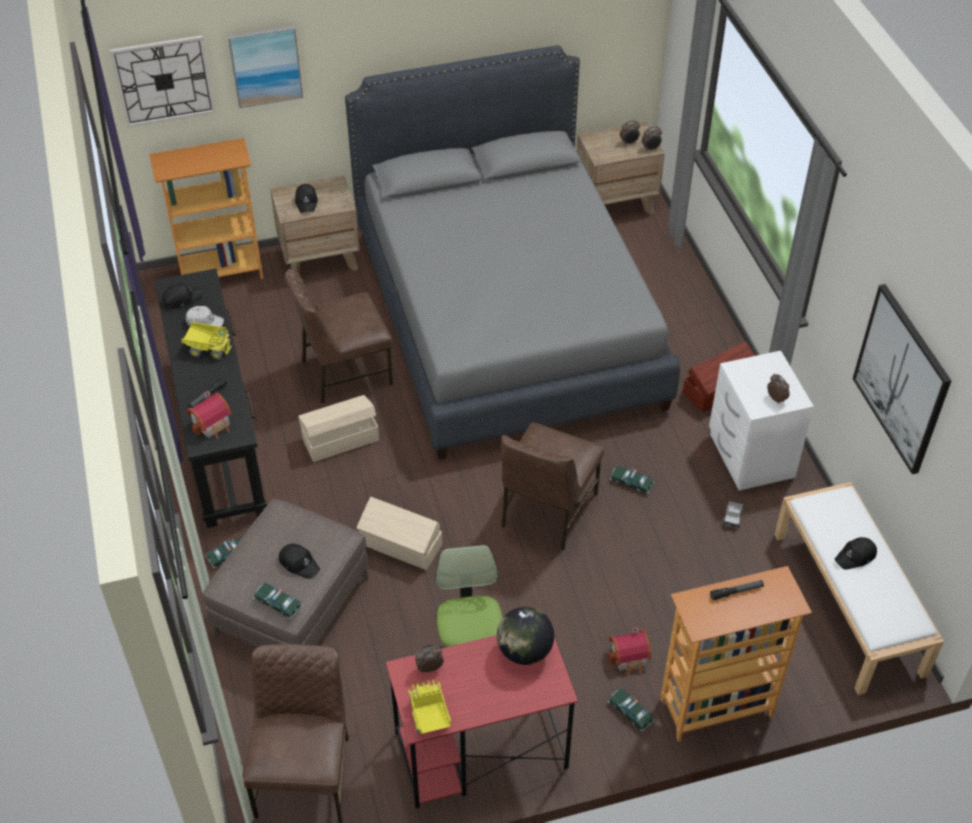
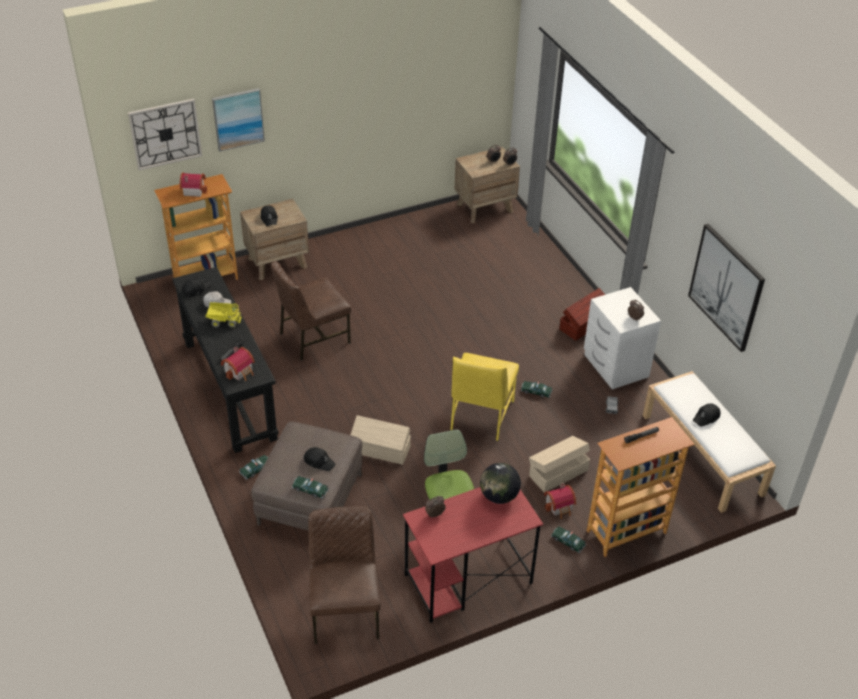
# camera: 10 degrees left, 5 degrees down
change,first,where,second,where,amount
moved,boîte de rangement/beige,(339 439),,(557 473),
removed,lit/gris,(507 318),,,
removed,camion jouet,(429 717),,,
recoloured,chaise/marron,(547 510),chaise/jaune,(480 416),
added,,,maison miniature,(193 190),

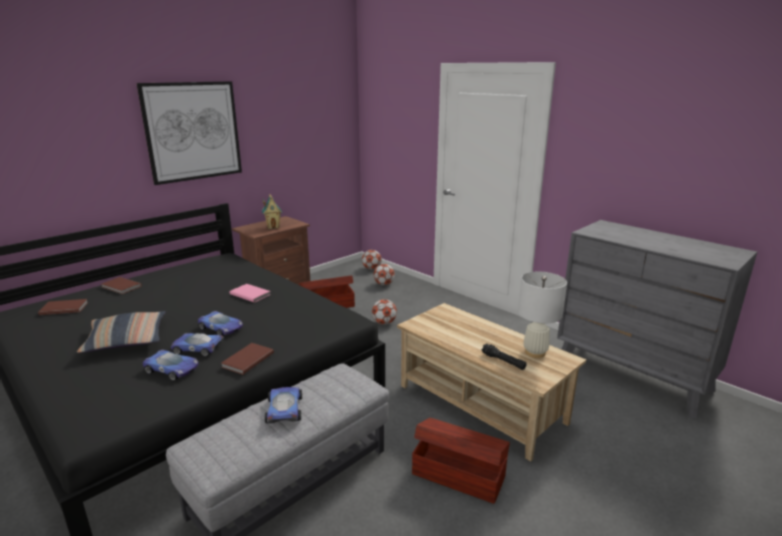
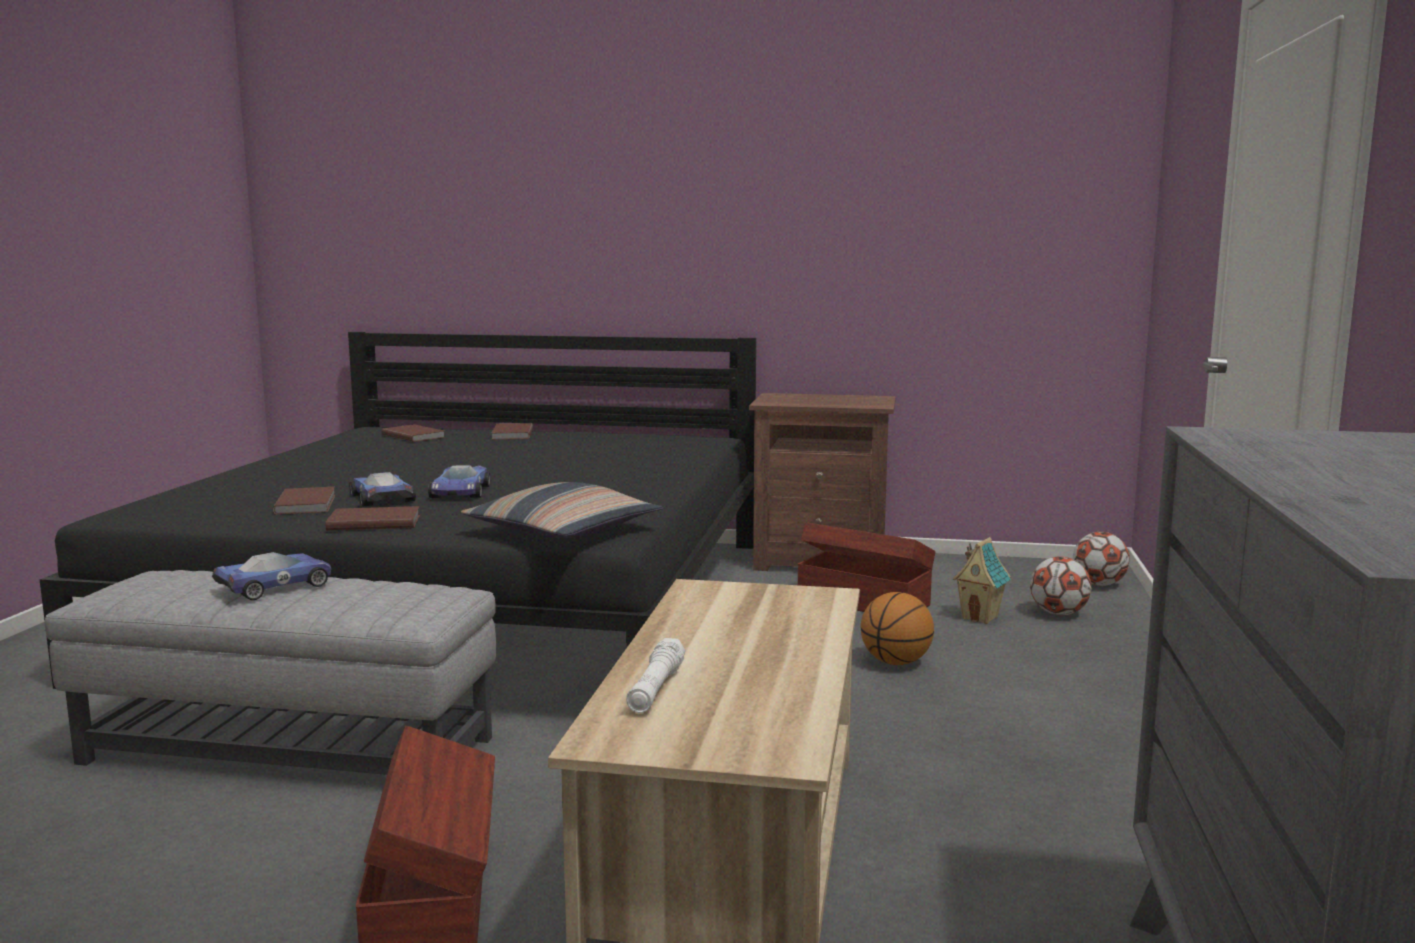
# camera: 55 degrees right, 10 degrees down
change,first,where,second,where,amount
moved,coussin,(126 340),,(563 532),
removed,tableau,(193 131),,,
replaced,petite voiture,(172 369),livre/marron,(307 504),
removed,livre/rose,(250 294),,,
moved,maison miniature,(273 227),,(980 617),
replaced,ballon de foot,(384 323),ballon de basket,(896 662),
recoloured,lampe de poche/noir,(503 361),lampe de poche/blanc,(656 689),
removed,lampe de table/blanc,(535 352),,,

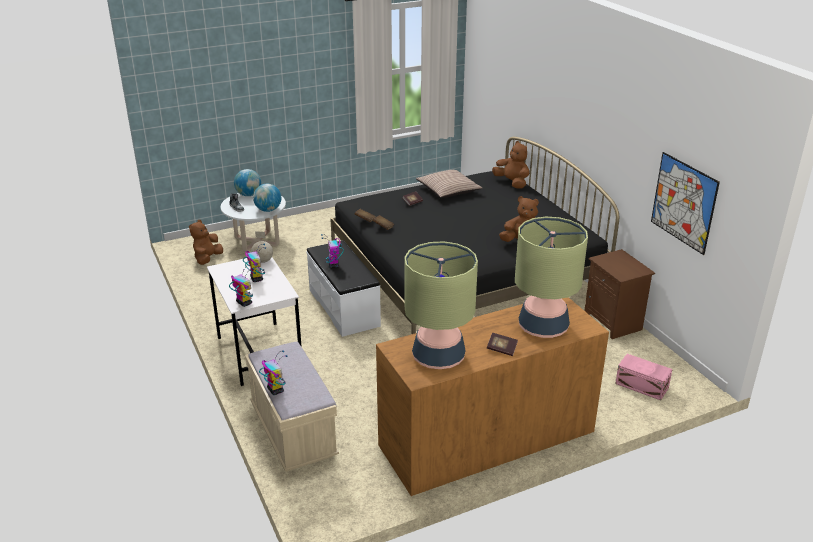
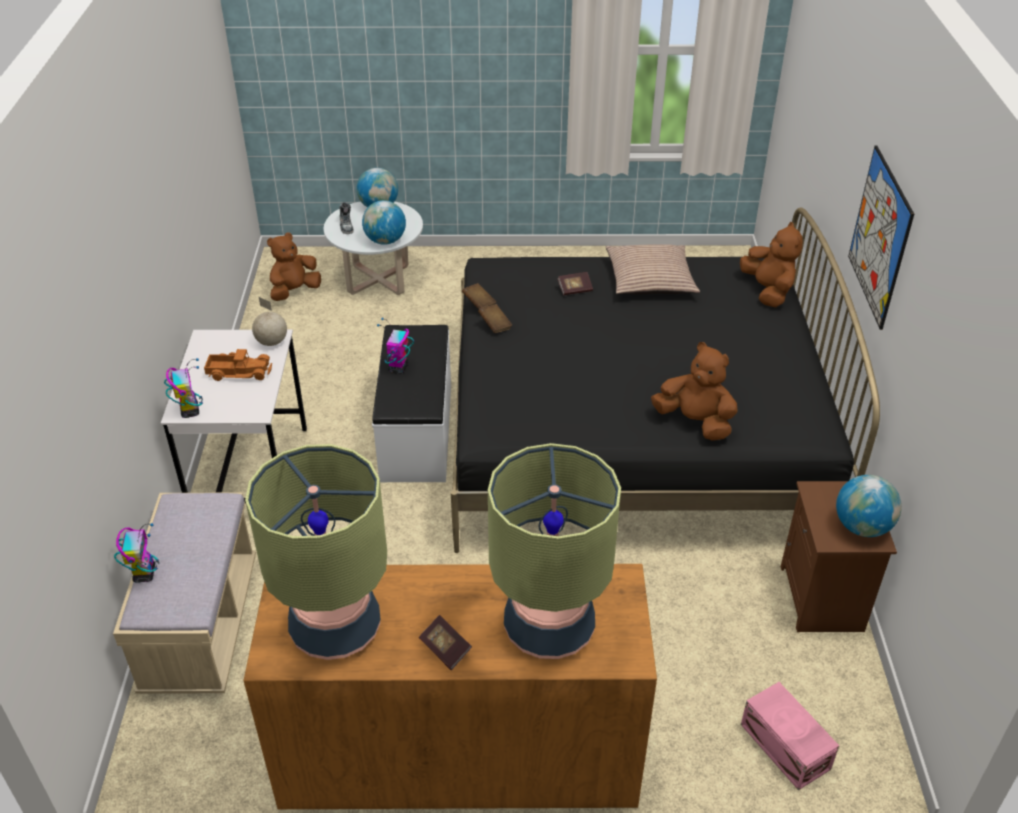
# camera: 25 degrees right, 10 degrees up
change,first,where,second,where,amount
replaced,robot jouet,(256 278),camion jouet,(239 372),
moved,tableau,(683 202),,(879 237),
added,,,globe,(862 527),

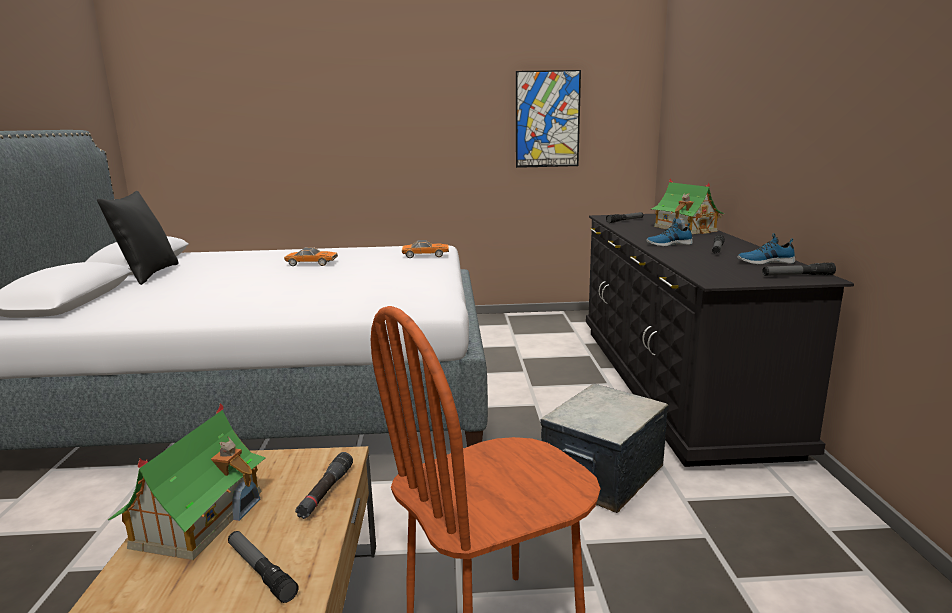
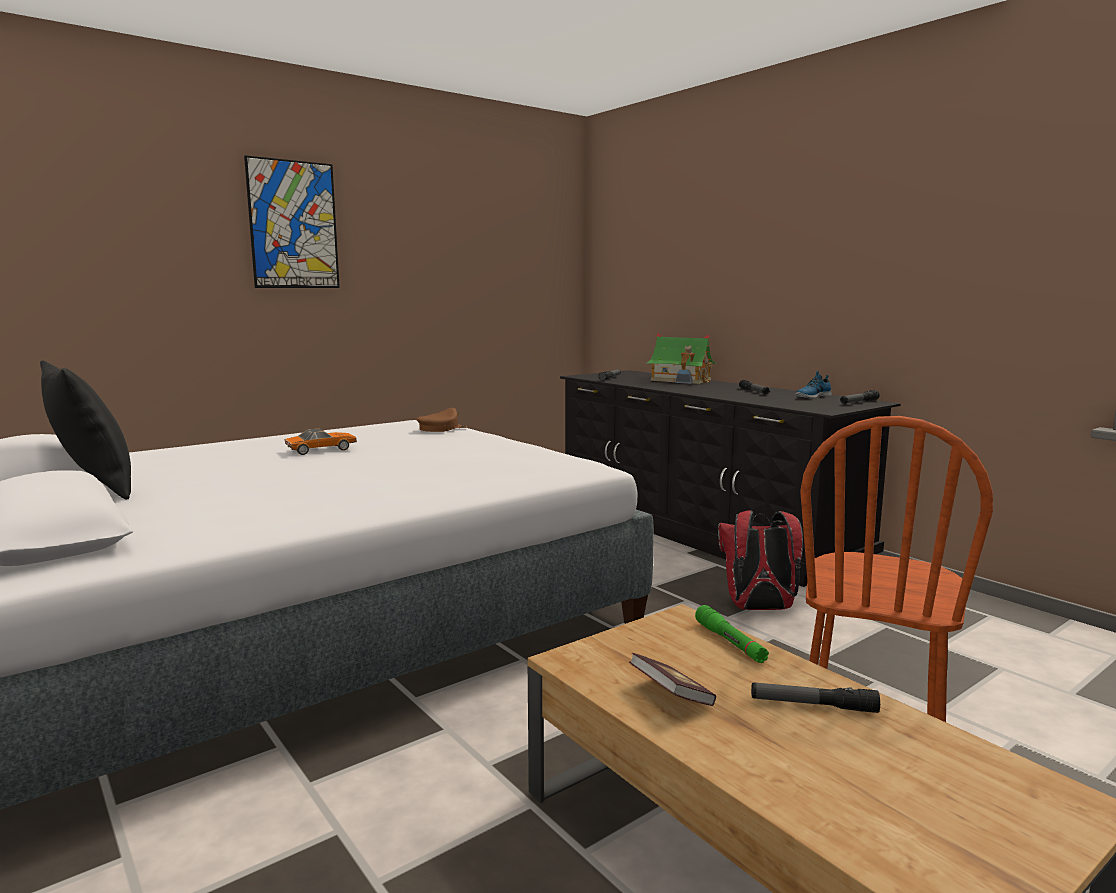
# camera: 35 degrees left, 5 degrees down
change,first,where,second,where,amount
replaced,maison miniature,(199 517),livre,(670 696),
recoloured,lampe de poche/noir,(326 492),lampe de poche/vert,(730 642),
replaced,petite voiture,(425 255),casquette/marron,(442 428),
moved,tableau,(547 119),,(293 225),
replaced,boîte de rangement,(601 474),sac à dos/rouge,(758 609),
removed,chaussure,(668 244),,,

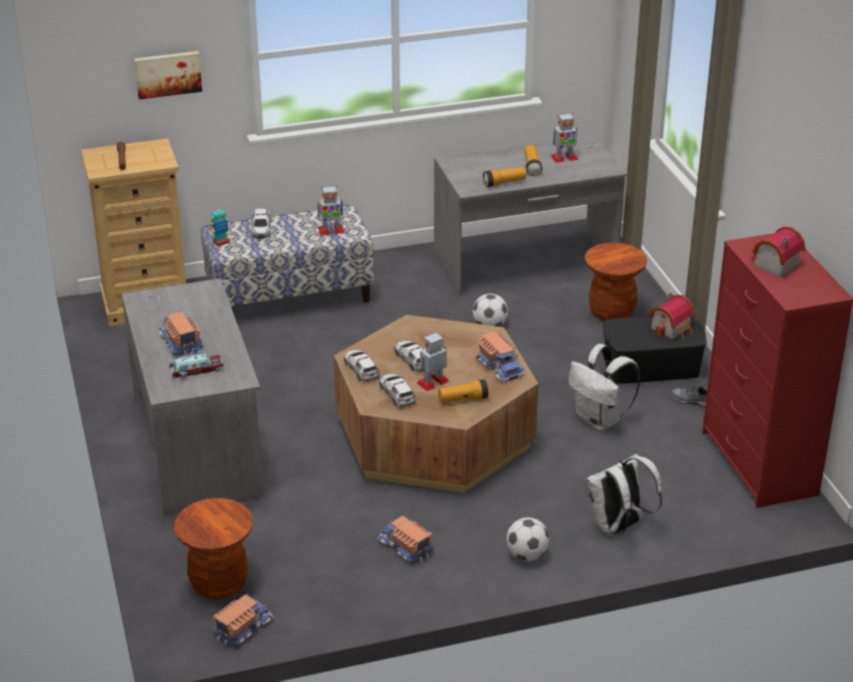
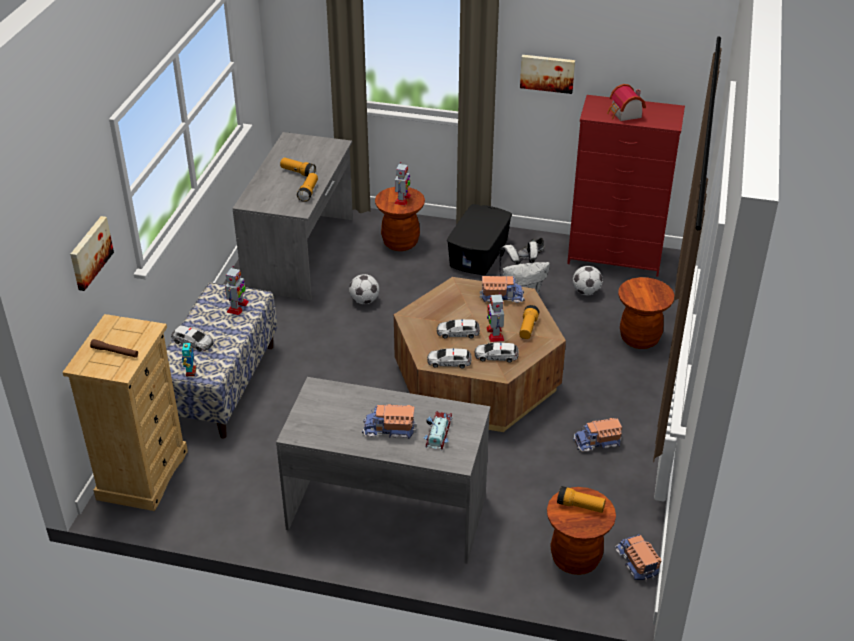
# camera: 60 degrees left, 5 degrees up
change,first,where,second,where,amount
moved,ballon de foot,(527 555),,(586 292),
moved,robot jouet,(564 158),,(402 199),
replaced,sac à dos/blanc,(618 527),tabouret/marron,(639 338),
removed,maison miniature,(673 328),,,
added,,,tableau,(547 73),
added,,,lampe de poche,(580 506),

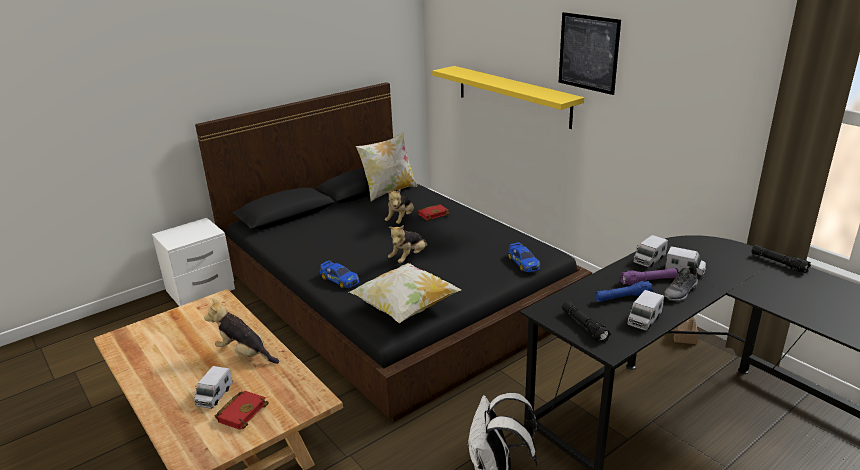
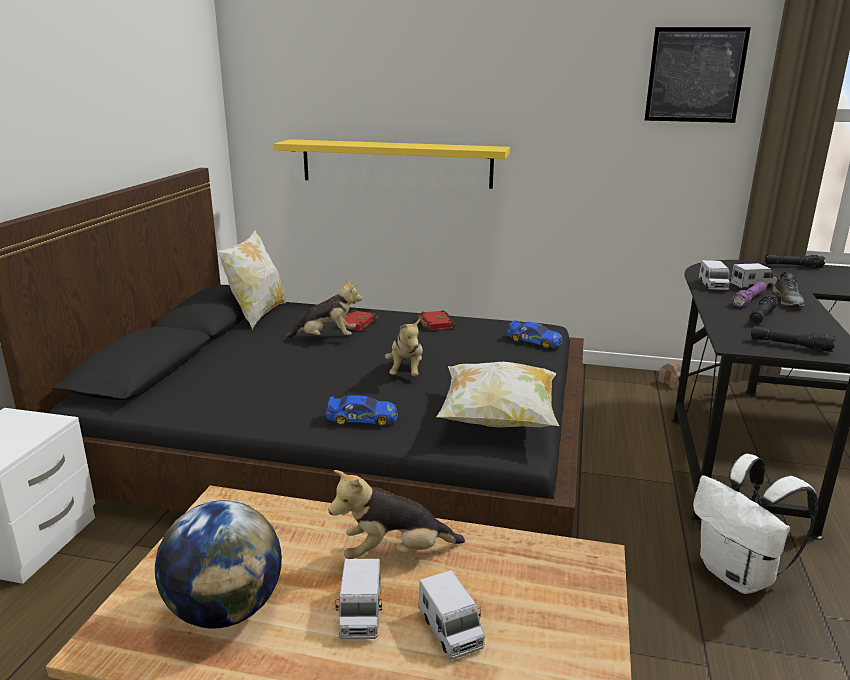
# camera: 40 degrees left, 5 degrees down
change,first,where,second,where,amount
moved,livre/rouge,(242 411),,(434 323),
turned,peluche,(401 220),,(326 338),75 degrees counterclockwise
moved,tableau,(588 52),,(695 75),
recoloured,lampe de poche/bleu,(622 297),lampe de poche/noir,(761 316),
moved,camion jouet,(644 319),,(360 614),
added,,,globe,(225 610),

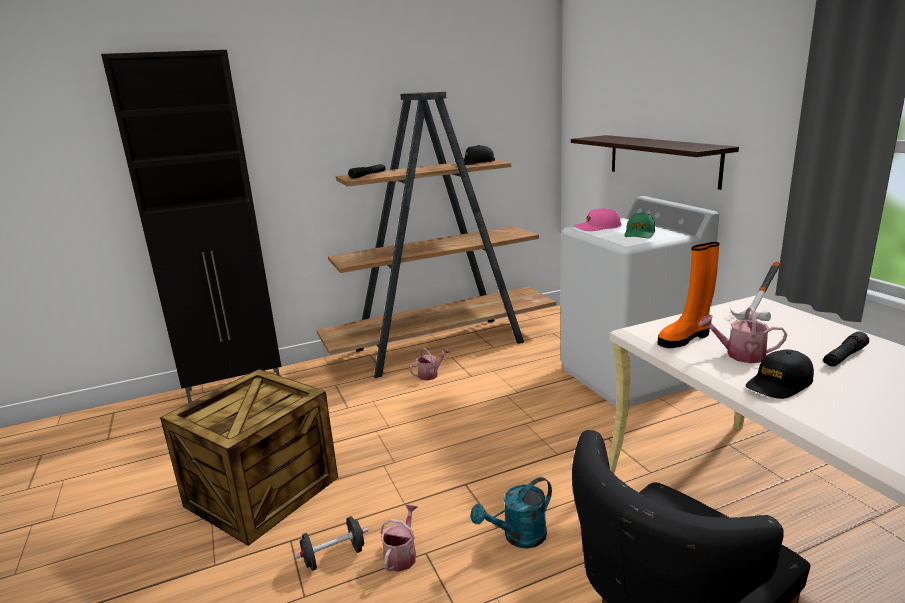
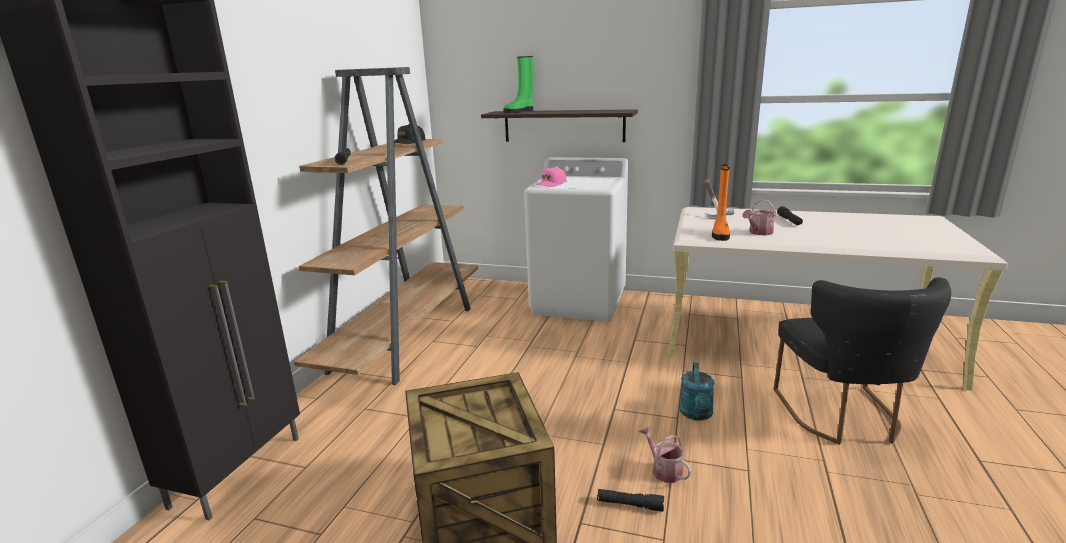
# camera: 50 degrees left, 0 degrees up
change,first,where,second,where,amount
replaced,haltère/noir,(334 556),lampe de poche/noir,(630 505),
removed,arrosoir,(430 374),,,
removed,casquette/vert,(639 234),,,
removed,casquette/noir,(779 384),,,
added,,,botte/vert,(519 111),

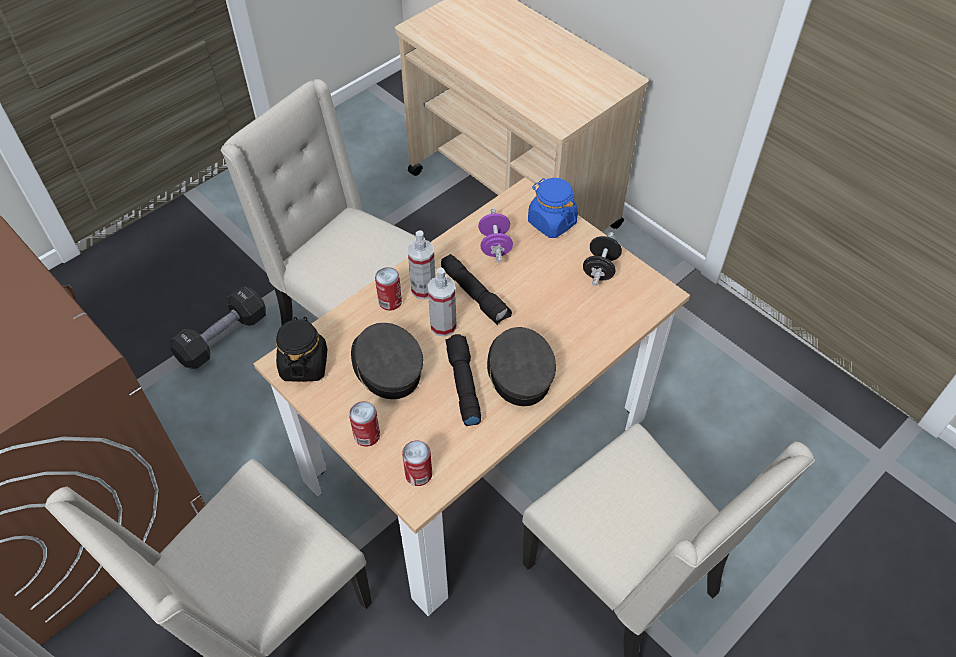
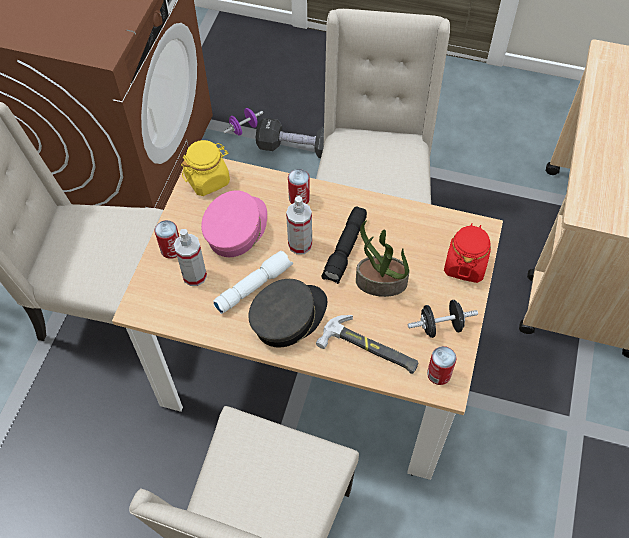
# camera: 60 degrees right, 5 degrees up
change,first,where,second,where,amount
recoloured,bocal/noir,(304 364),bocal/jaune,(208 180),
recoloured,casquette/gris,(386 368),casquette/rose,(236 229),
moved,boîte métallique,(418 474),,(438 374),
moved,vaporisateur,(423 289),,(194 275),
recoloured,lampe de poche/noir,(462 384),lampe de poche/blanc,(253 285),
moved,haltère/violet,(495 246),,(244 128),
recoloured,bocal/bleu,(551 222),bocal/rouge,(465 265),
added,,,marteau,(369 350),
added,,,plante en pot,(380 283),

